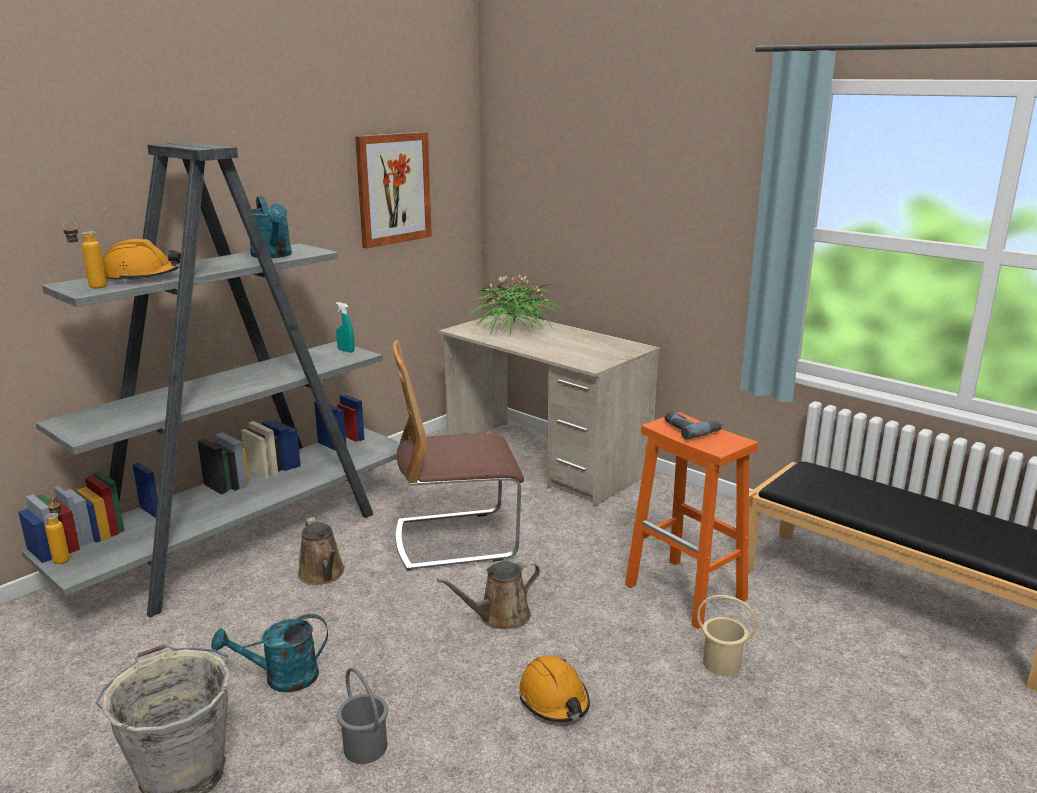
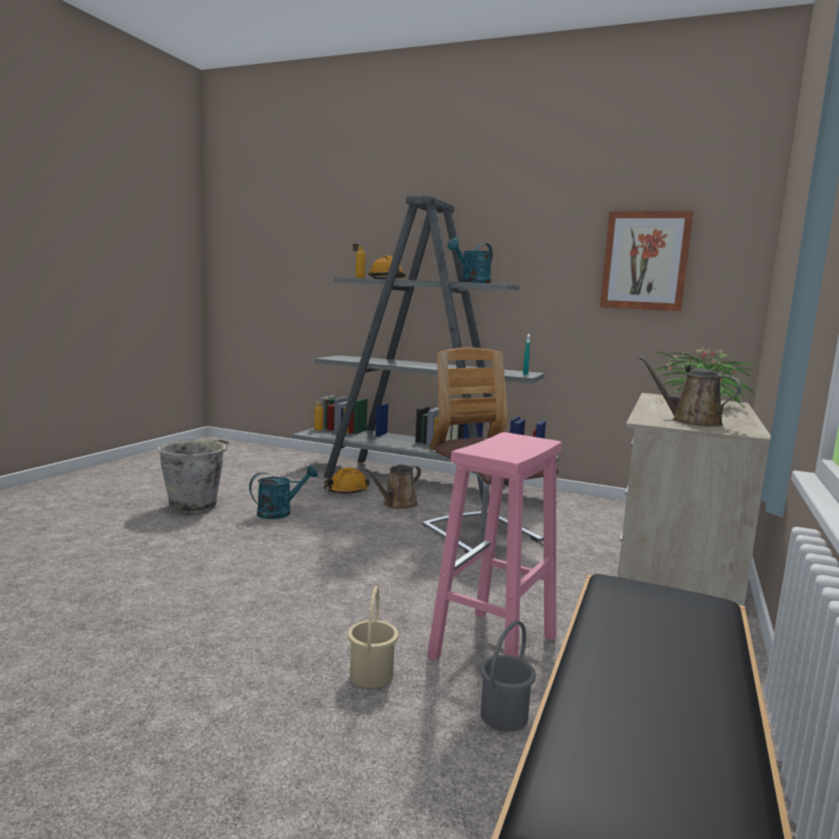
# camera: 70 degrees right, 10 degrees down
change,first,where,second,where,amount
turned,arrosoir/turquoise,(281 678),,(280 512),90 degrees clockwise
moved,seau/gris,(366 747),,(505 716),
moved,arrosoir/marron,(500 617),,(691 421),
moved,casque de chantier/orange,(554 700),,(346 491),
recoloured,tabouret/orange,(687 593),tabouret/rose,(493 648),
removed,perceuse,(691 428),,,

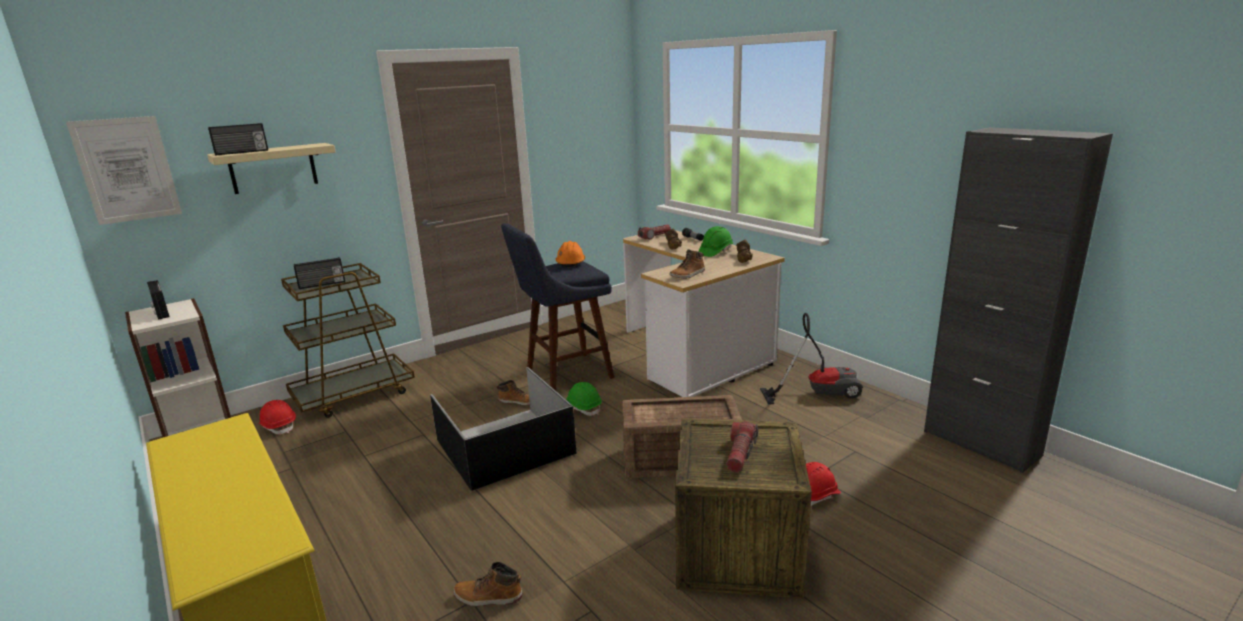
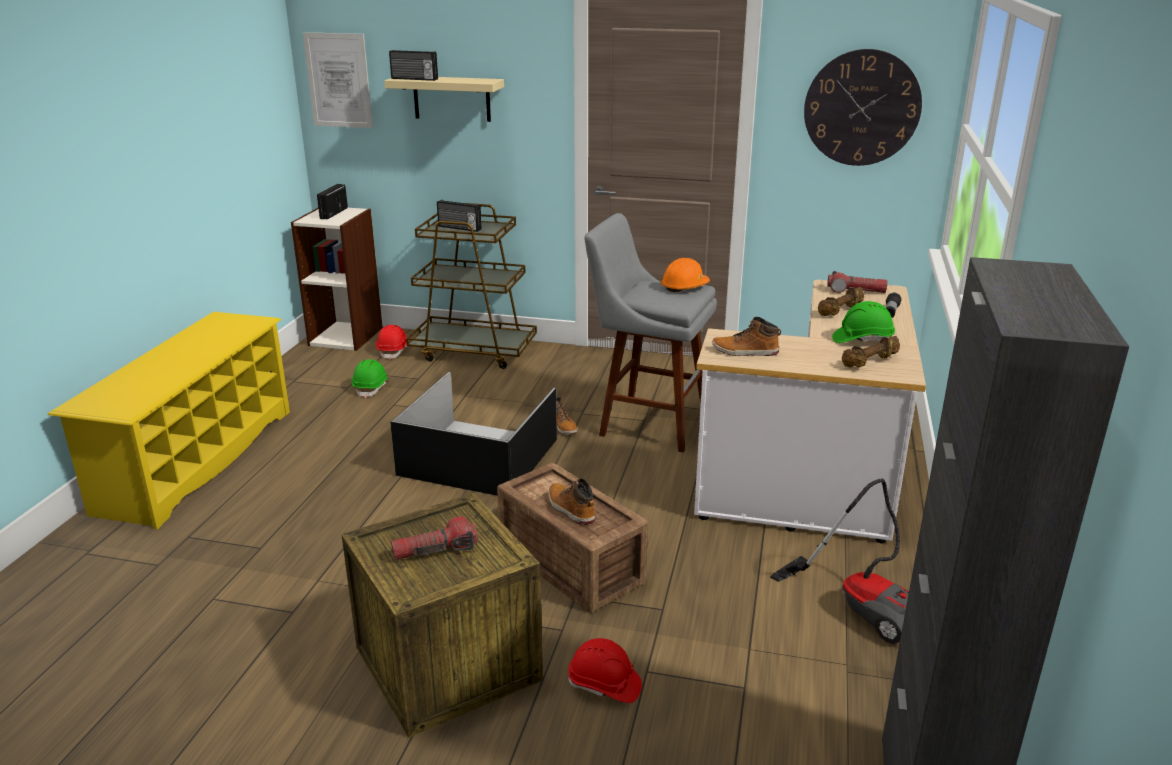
# camera: 50 degrees right, 5 degrees up
change,first,where,second,where,amount
moved,botte,(488 597),,(570 509),
recoloured,tabouret/bleu,(564 374),tabouret/gris,(647 423),
moved,casque de chantier/vert,(583 408),,(372 387),
added,,,horloge murale,(862 108),

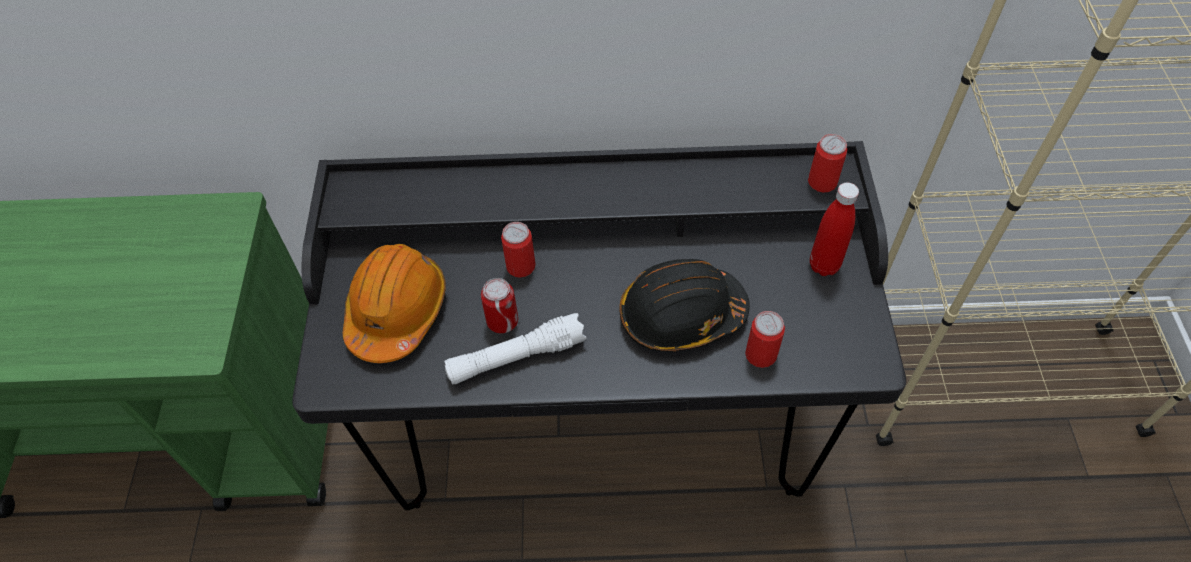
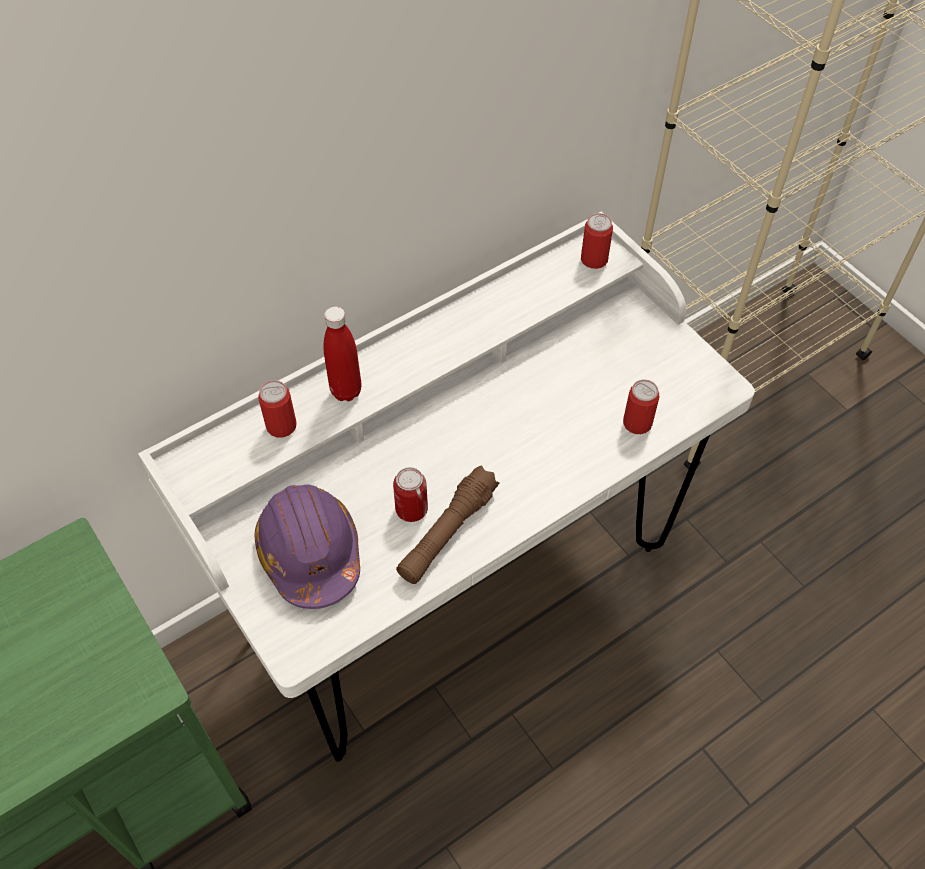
# camera: 35 degrees left, 0 degrees up
change,first,where,second,where,amount
recoloured,bureau/noir,(600 430),bureau/blanc,(460 589),
recoloured,casque de chantier/orange,(397 311),casque de chantier/violet,(310 552),
recoloured,lampe de poche/blanc,(516 357),lampe de poche/marron,(447 532),
moved,boîte métallique,(520 266),,(281 426),
removed,casque de chantier/noir,(681 315),,,
moved,bouteille/rouge,(824 265),,(346 391),

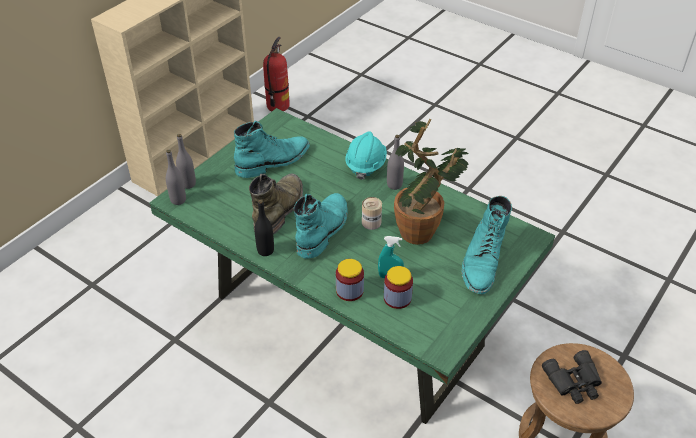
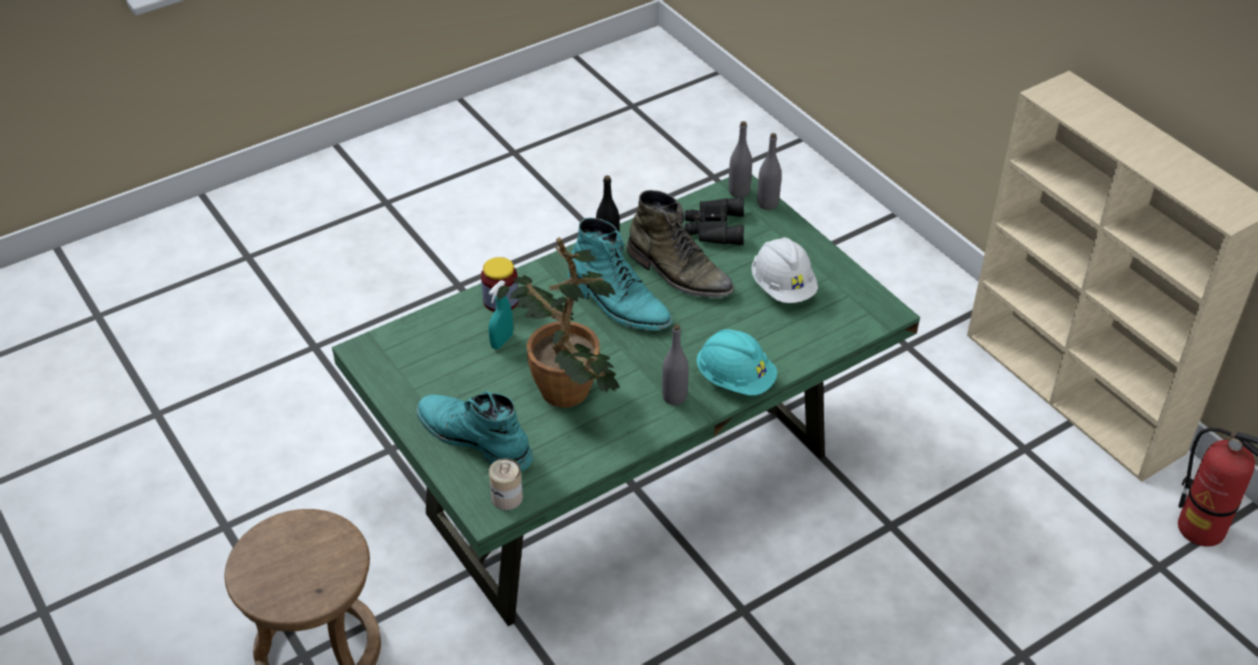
# camera: 110 degrees right, 0 degrees up
change,first,where,second,where,amount
replaced,botte/turquoise,(273 161),casque de chantier/blanc,(783 287),
moved,boîte métallique,(371 222),,(507 497),
removed,bocal,(397 298),,,
moved,jumelles/noir,(574 382),,(713 228),

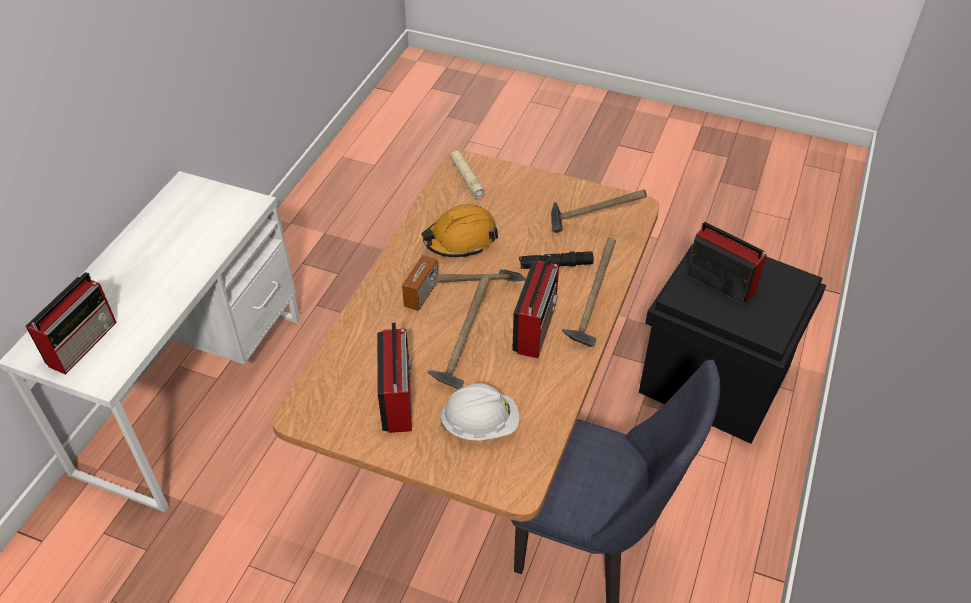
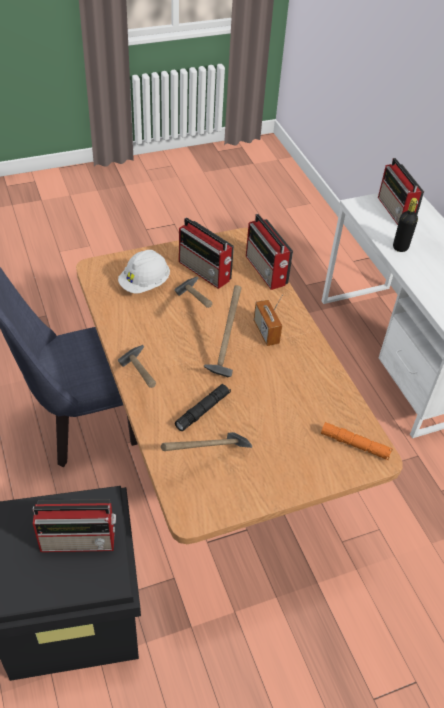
# camera: 135 degrees right, 0 degrees up
change,first,where,second,where,amount
removed,casque de chantier/orange,(461 239),,,
recoloured,lampe de poche/beige,(466 178),lampe de poche/orange,(355 444),
moved,radio,(536 326),,(266 271),
added,,,bouteille/noir,(400 247),

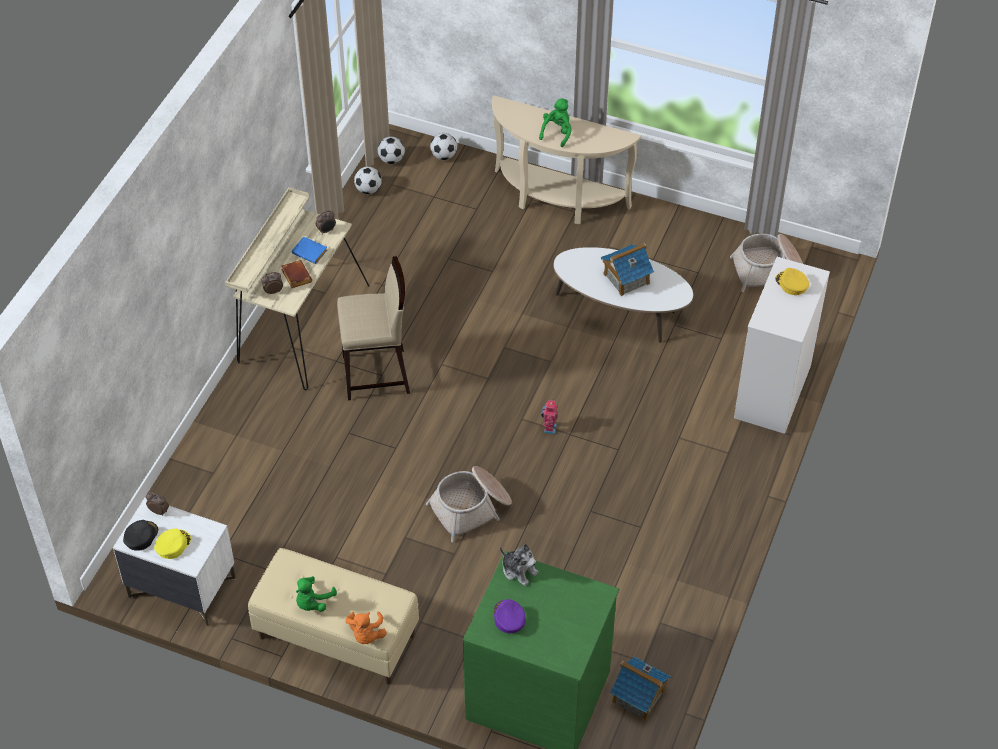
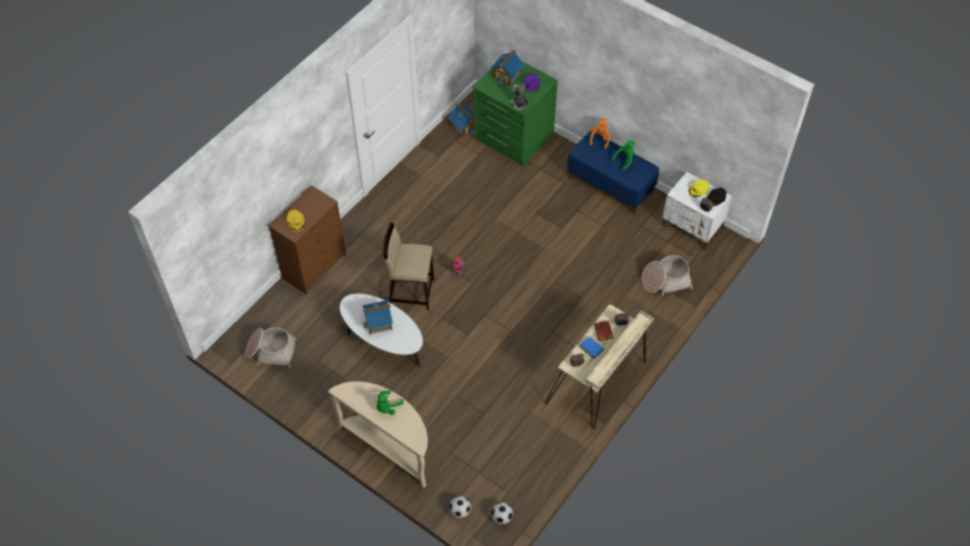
# camera: 165 degrees left, 5 degrees up
change,first,where,second,where,amount
recoloured,banc/beige,(336 636),banc/bleu,(611 184),
moved,tabouret/beige,(377 375),,(411 292),
removed,ballon de foot,(368 190),,,
moved,panier,(471 508),,(665 280),
recoloured,commode/blanc,(772 392),commode/marron,(314 266),
added,,,maison miniature,(507 75),

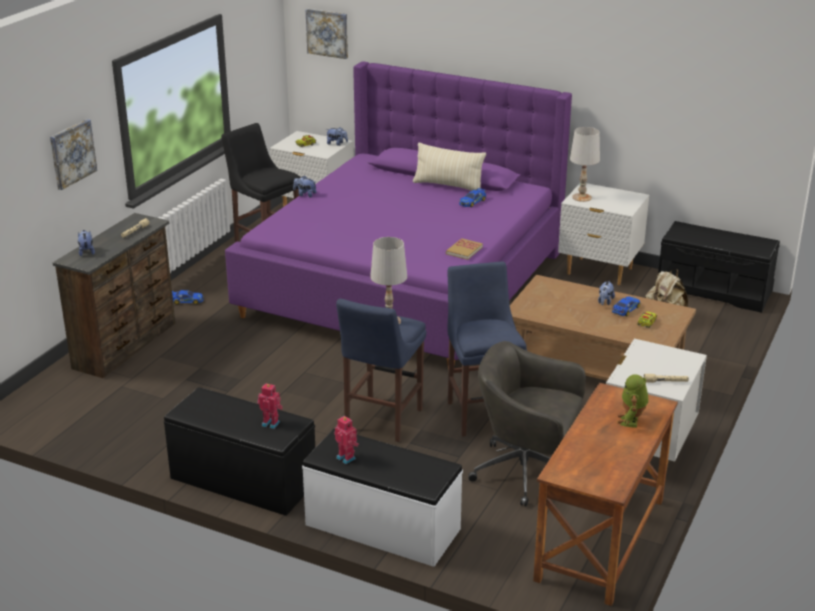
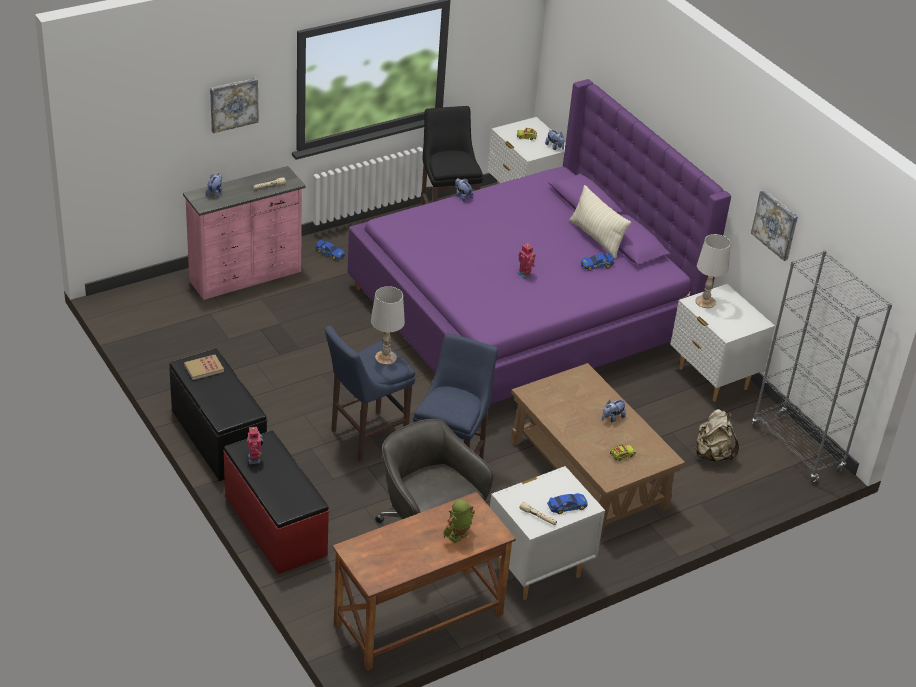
# camera: 30 degrees right, 10 degrees up
change,first,where,second,where,amount
recoloured,commode/marron,(127 345),commode/rose,(247 277),
moved,robot jouet,(271 423),,(525 274),
recoloured,banc/blanc,(382 527),banc/rouge,(274 525),
moved,tableau,(327 33),,(775 224),
moved,livre,(464 250),,(204 368),
moved,petite voiture,(625 309),,(567 506),
replaced,banc/noir,(713 291),bibliothèque/gris,(797 448),

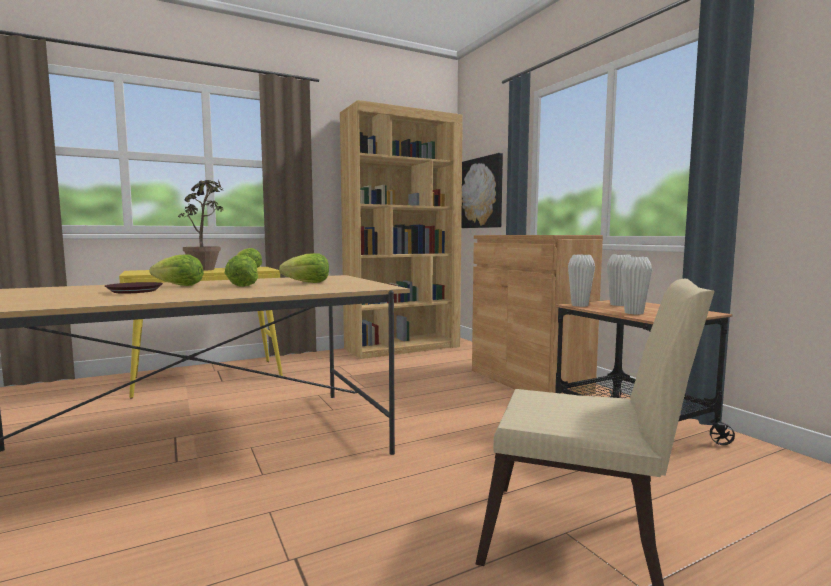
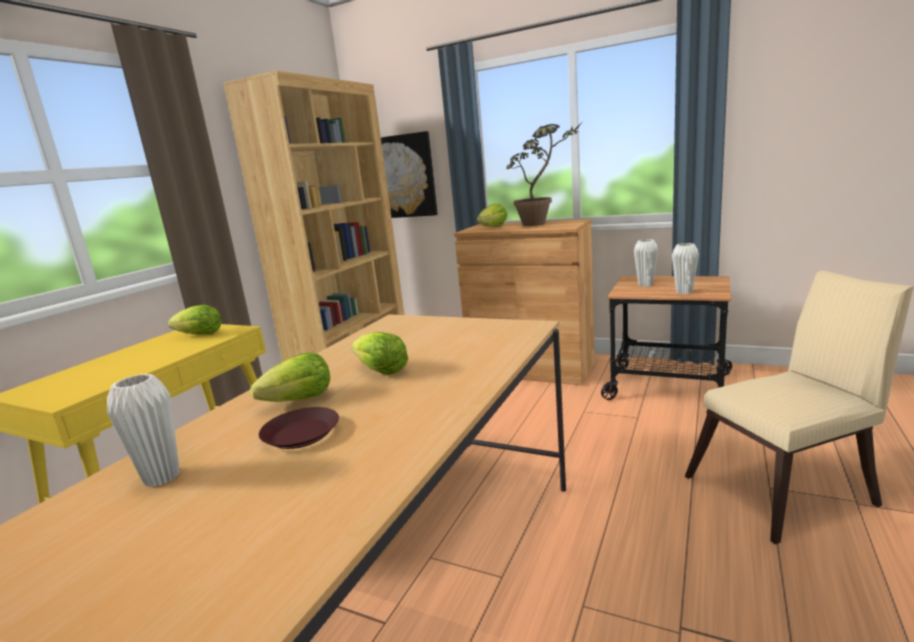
# camera: 35 degrees left, 10 degrees up
change,first,where,second,where,amount
moved,plante en pot,(206 270),,(542 223),
moved,laitue,(307 283),,(493 227),
moved,vase/blanc,(579 305),,(162 477),

